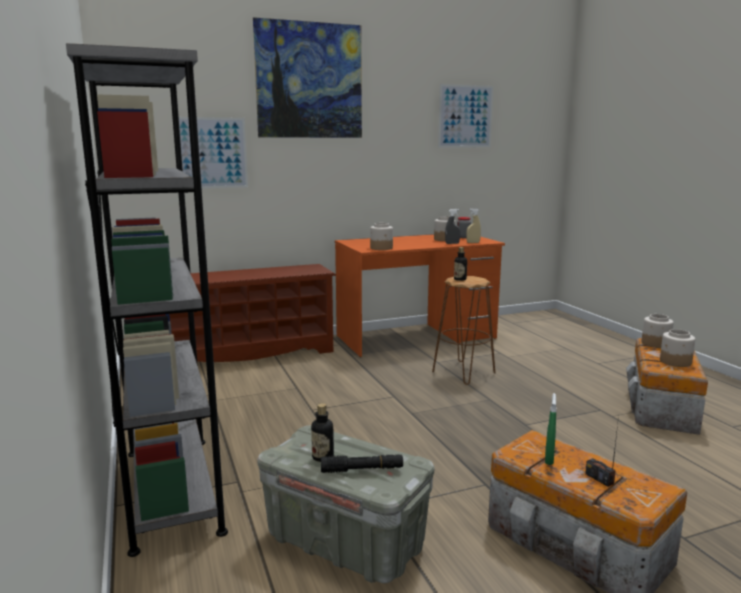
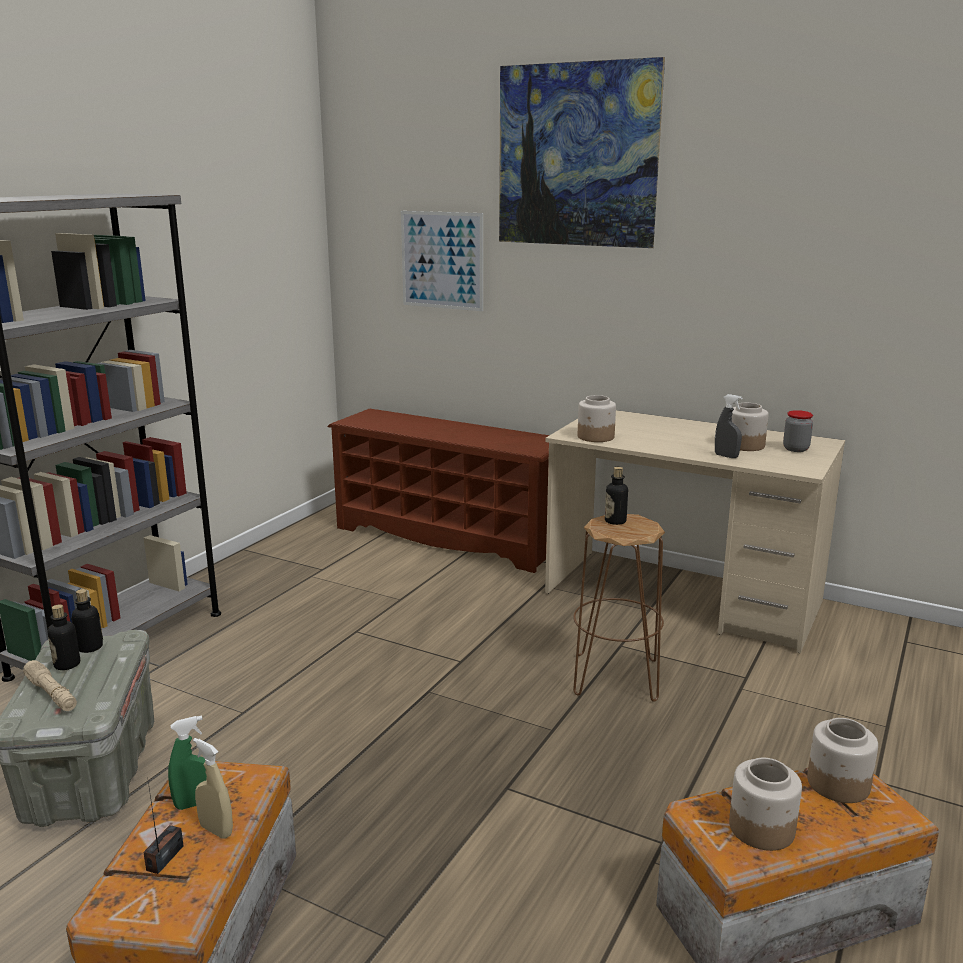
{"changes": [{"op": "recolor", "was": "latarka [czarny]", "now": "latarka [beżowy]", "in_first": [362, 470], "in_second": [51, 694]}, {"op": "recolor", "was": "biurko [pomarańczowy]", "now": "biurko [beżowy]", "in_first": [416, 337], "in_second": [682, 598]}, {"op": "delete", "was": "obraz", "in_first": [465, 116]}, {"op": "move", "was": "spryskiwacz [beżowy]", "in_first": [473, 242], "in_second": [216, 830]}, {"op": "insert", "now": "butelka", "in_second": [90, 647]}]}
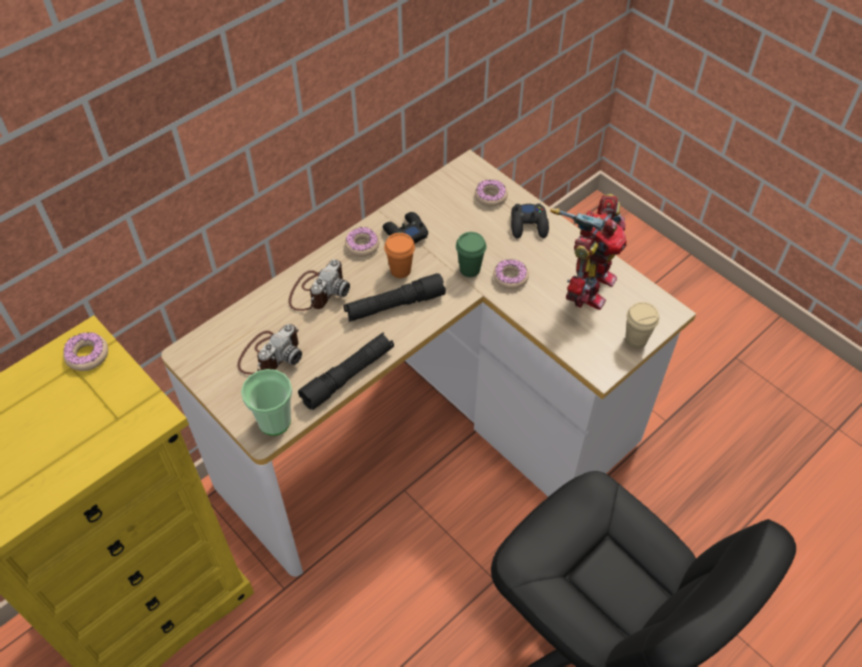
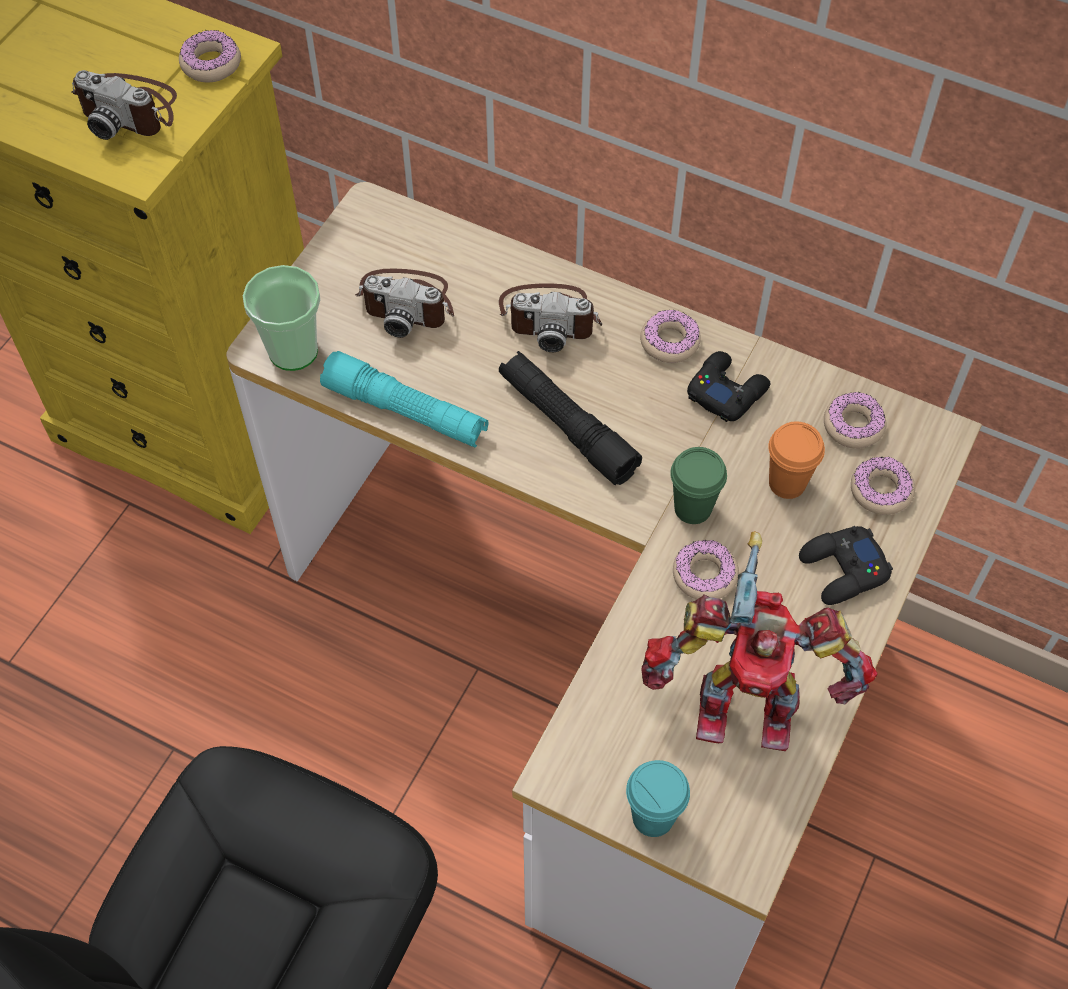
{"changes": [{"op": "recolor", "was": "latarka [czarny]", "now": "latarka [turkusowy]", "in_first": [348, 376], "in_second": [405, 411]}, {"op": "move", "was": "filiżanka [pomarańczowy]", "in_first": [400, 270], "in_second": [787, 483]}, {"op": "recolor", "was": "filiżanka [beżowy]", "now": "filiżanka [turkusowy]", "in_first": [636, 340], "in_second": [653, 817]}, {"op": "insert", "now": "aparat fotograficzny", "in_second": [129, 109]}, {"op": "insert", "now": "donut", "in_second": [853, 426]}]}
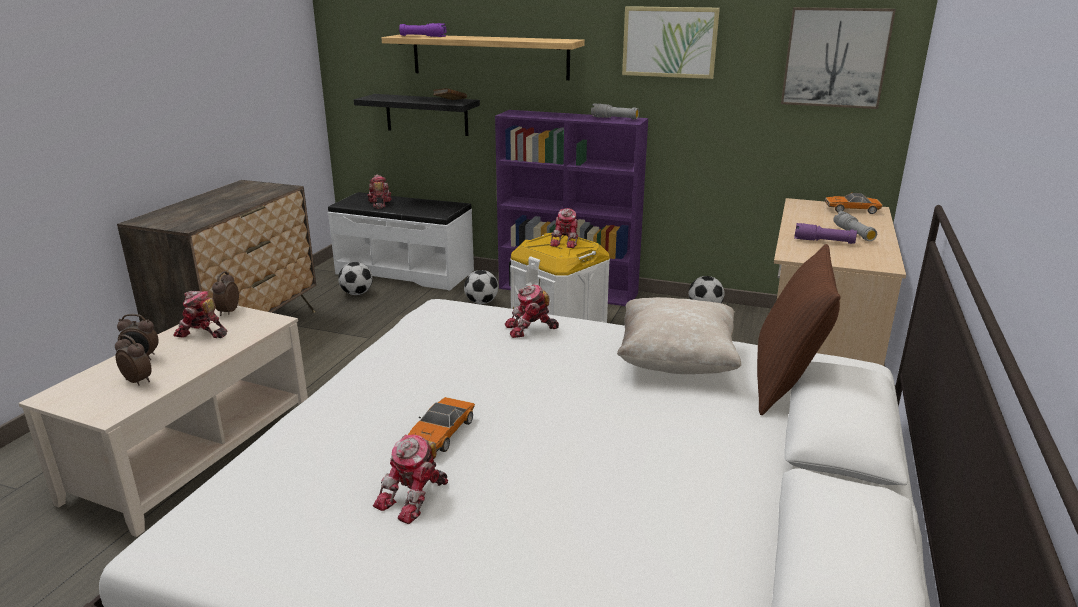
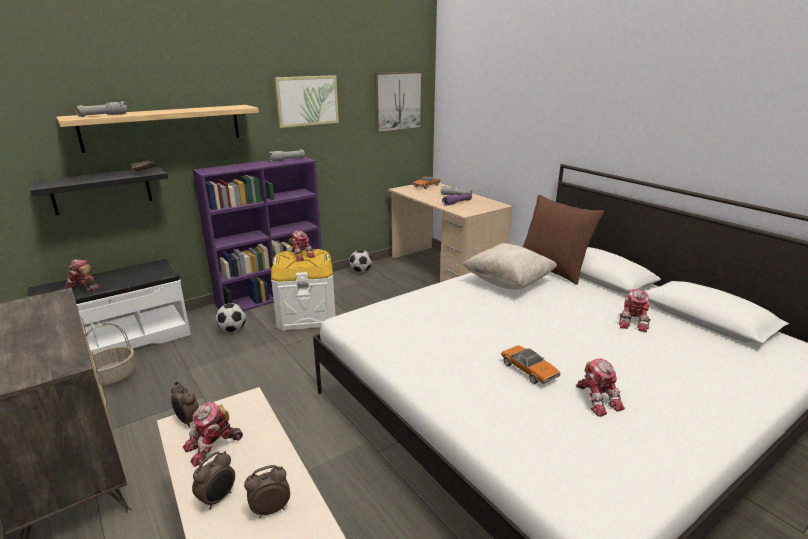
{"changes": [{"op": "replace", "was": "piłka futbolowa", "now": "koszyk", "in_first": [357, 293], "in_second": [113, 377]}, {"op": "recolor", "was": "latarka [fioletowy]", "now": "latarka [szary]", "in_first": [423, 36], "in_second": [103, 116]}, {"op": "move", "was": "robot zabawkowy", "in_first": [531, 329], "in_second": [633, 322]}]}
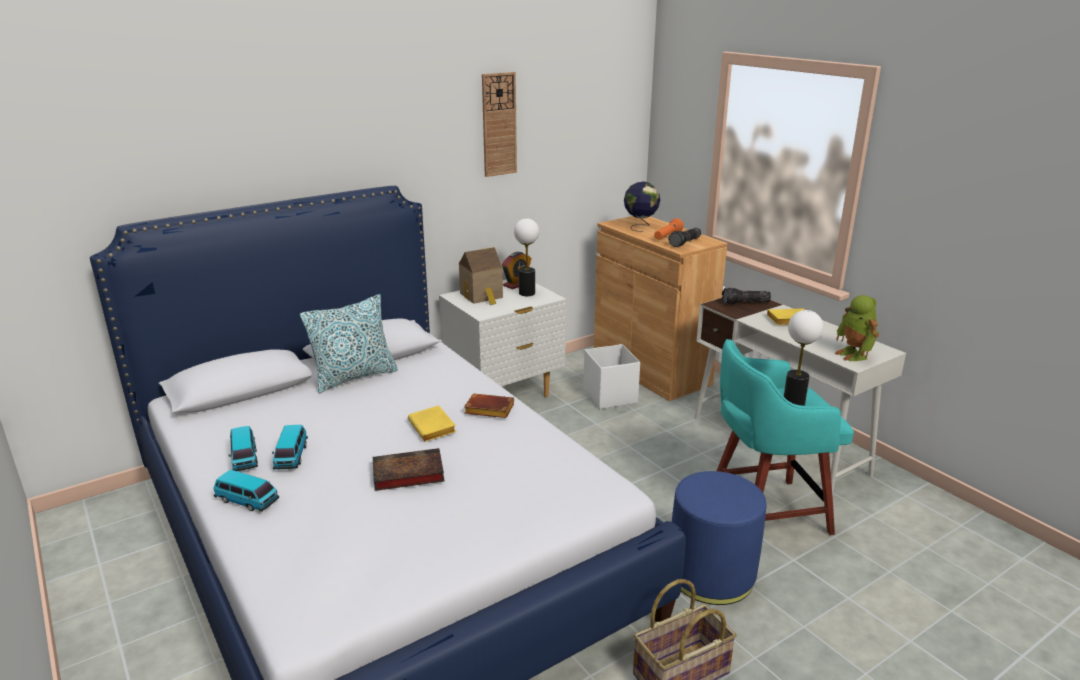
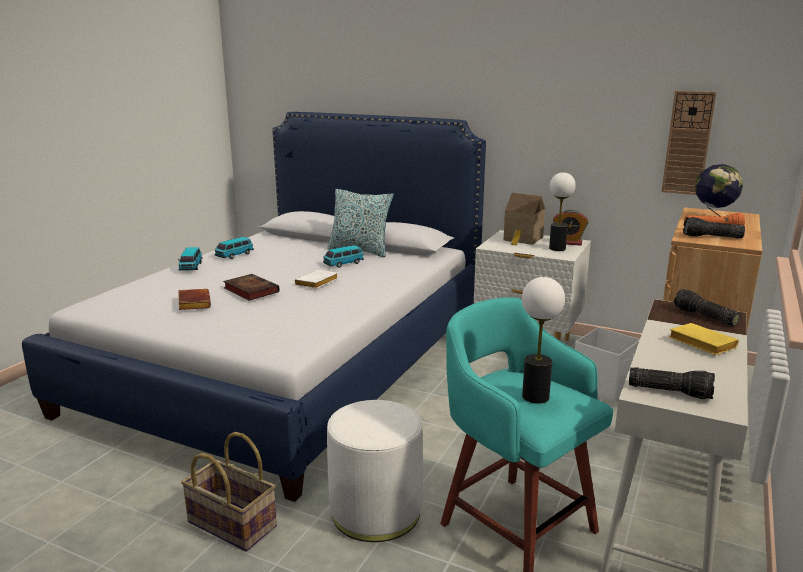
{"changes": [{"op": "move", "was": "samochodzik", "in_first": [291, 457], "in_second": [343, 264]}, {"op": "recolor", "was": "książka [żółty]", "now": "książka [biały]", "in_first": [434, 428], "in_second": [317, 283]}, {"op": "move", "was": "książka [brązowy]", "in_first": [487, 410], "in_second": [193, 303]}, {"op": "move", "was": "zegar ścienny", "in_first": [499, 124], "in_second": [688, 143]}, {"op": "recolor", "was": "pufa [niebieski]", "now": "pufa [biały]", "in_first": [711, 575], "in_second": [376, 511]}, {"op": "replace", "was": "robot zabawkowy", "now": "latarka", "in_first": [854, 355], "in_second": [670, 391]}]}
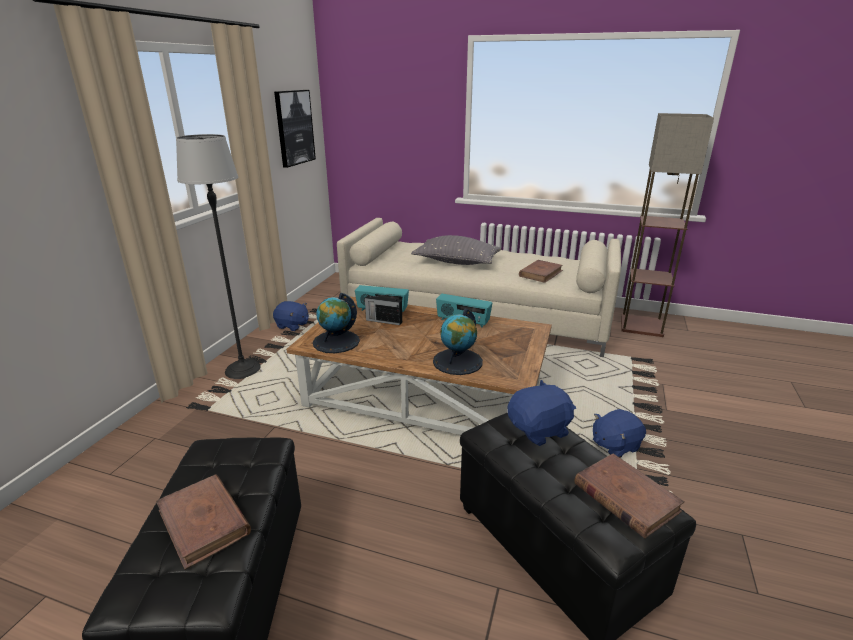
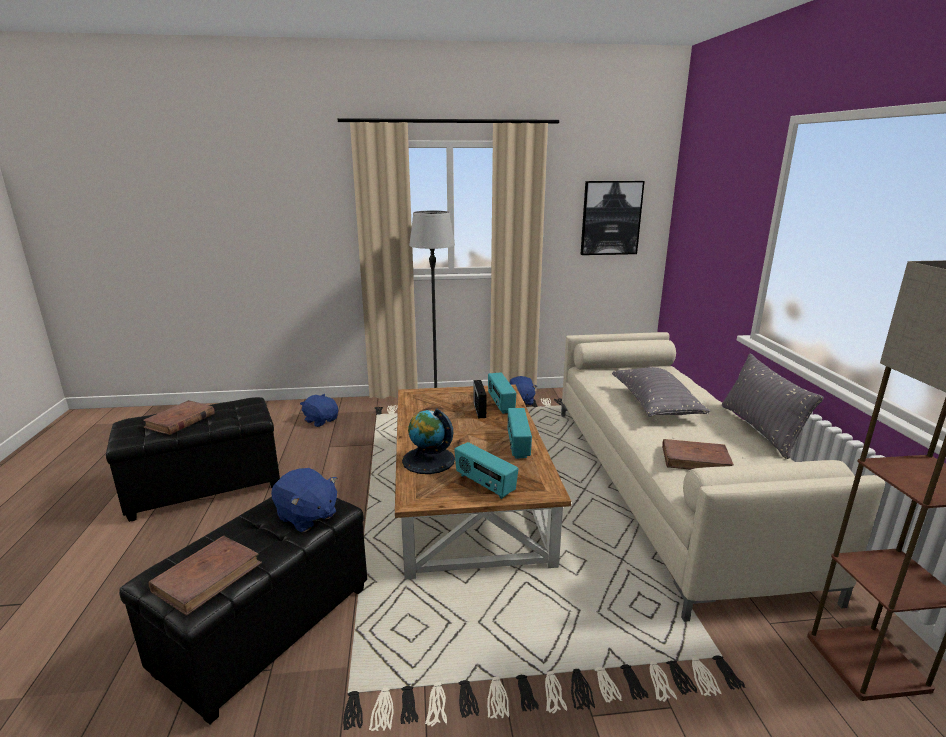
{"changes": [{"op": "delete", "was": "globus", "in_first": [336, 342]}, {"op": "move", "was": "pluszak [niebieski]", "in_first": [614, 445], "in_second": [321, 420]}, {"op": "insert", "now": "radio", "in_second": [484, 485]}, {"op": "insert", "now": "poduszka [szary]", "in_second": [759, 430]}]}
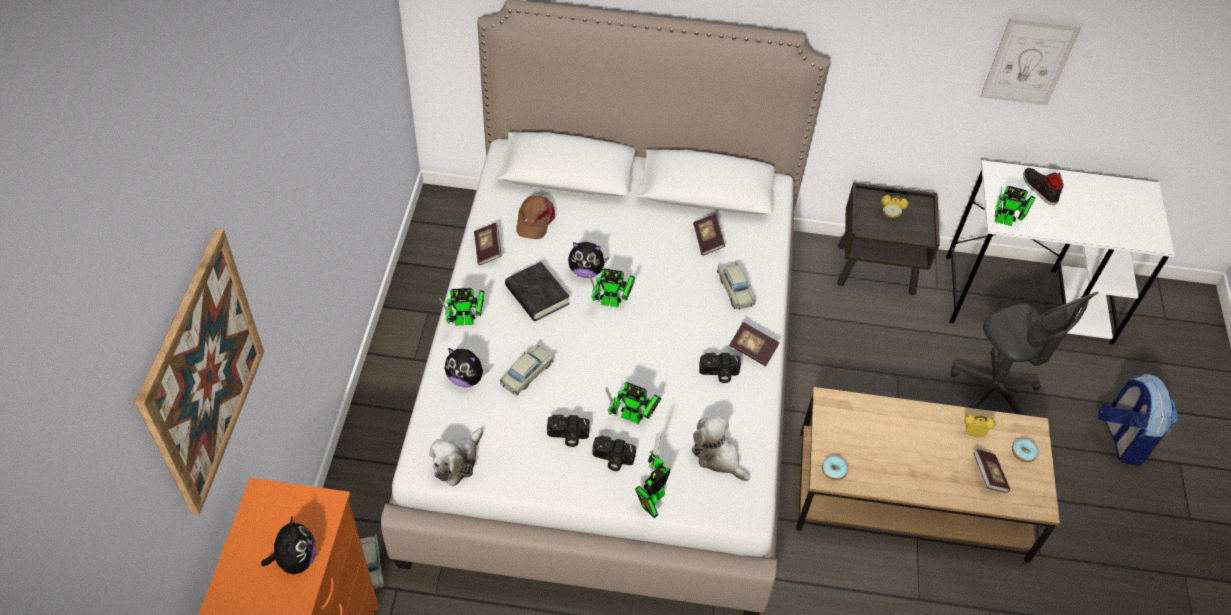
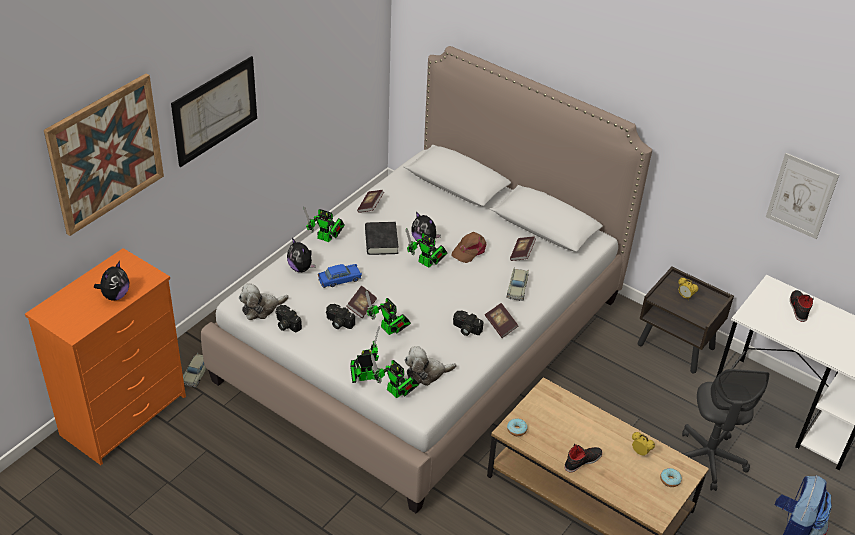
{"changes": [{"op": "recolor", "was": "samochodzik [beżowy]", "now": "samochodzik [niebieski]", "in_first": [527, 373], "in_second": [339, 279]}, {"op": "move", "was": "czapka z daszkiem [brązowy]", "in_first": [535, 220], "in_second": [469, 250]}, {"op": "move", "was": "aparat fotograficzny", "in_first": [612, 459], "in_second": [286, 324]}, {"op": "rotate", "was": "pluszak", "in_first": [718, 457], "in_second": [426, 373], "clockwise": -90}, {"op": "move", "was": "książka", "in_first": [988, 476], "in_second": [361, 307]}, {"op": "move", "was": "robot zabawkowy", "in_first": [1006, 222], "in_second": [396, 393]}, {"op": "insert", "now": "obraz", "in_second": [215, 110]}, {"op": "insert", "now": "but [czarny]", "in_second": [582, 461]}]}
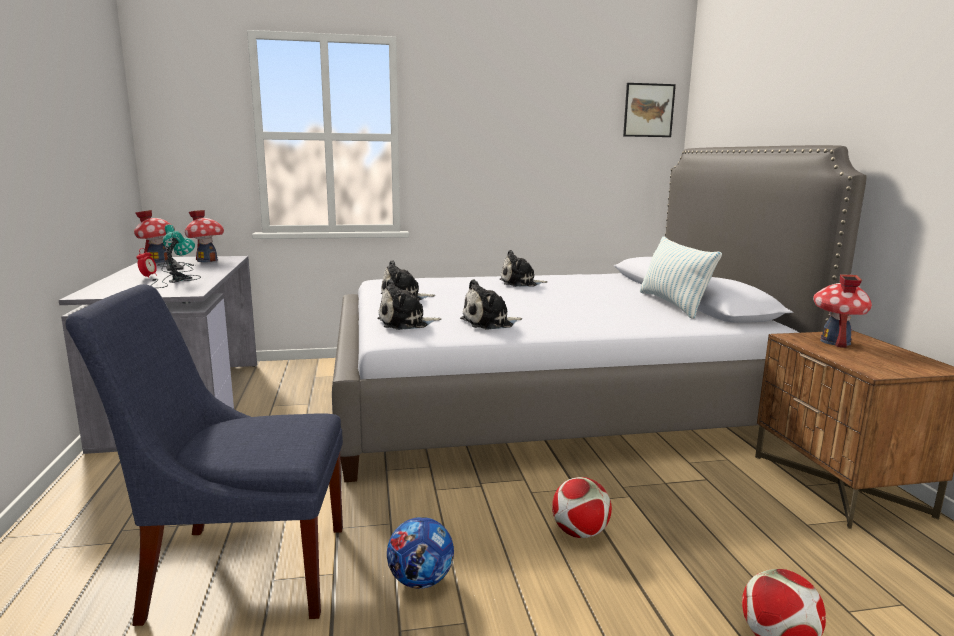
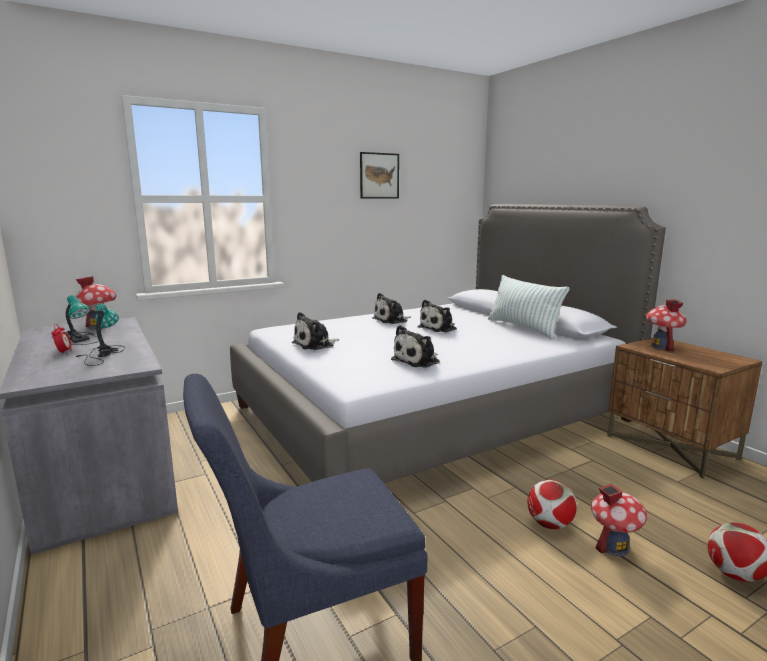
{"changes": [{"op": "move", "was": "domek", "in_first": [158, 261], "in_second": [613, 547]}, {"op": "move", "was": "pluszak", "in_first": [406, 323], "in_second": [439, 328]}, {"op": "delete", "was": "piłka futbolowa", "in_first": [420, 581]}, {"op": "move", "was": "obraz", "in_first": [648, 110], "in_second": [379, 176]}]}
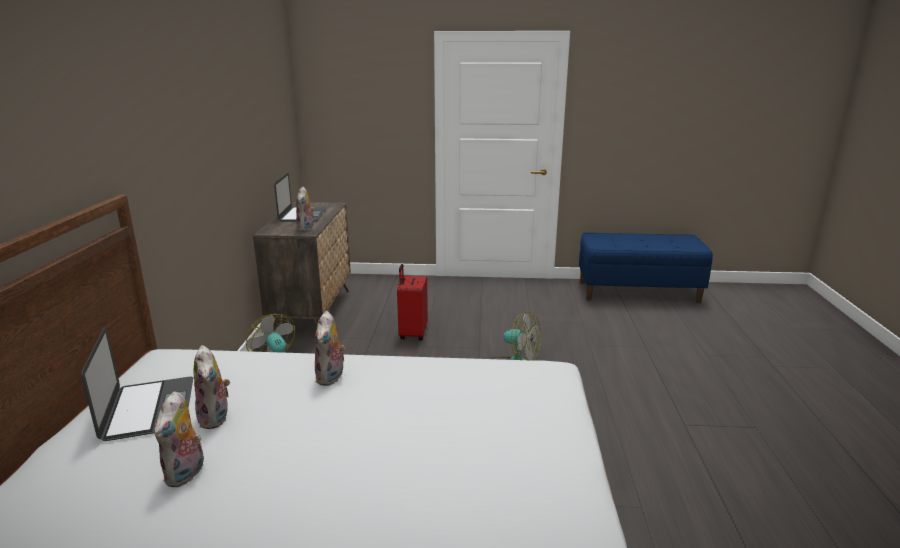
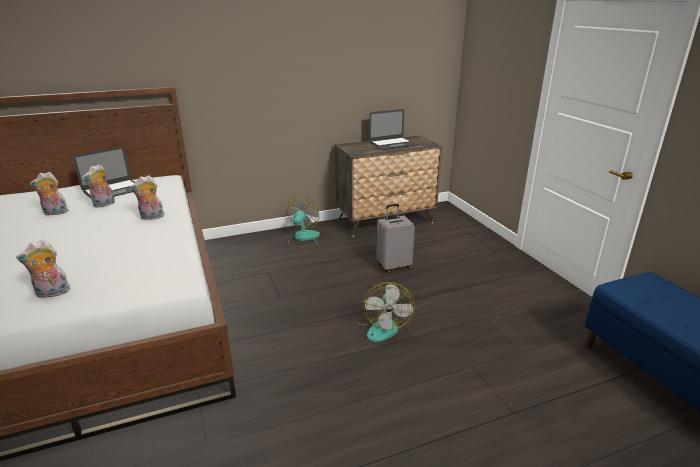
{"changes": [{"op": "move", "was": "pluszak", "in_first": [306, 228], "in_second": [52, 293]}, {"op": "recolor", "was": "walizka [czerwony]", "now": "walizka [szary]", "in_first": [412, 334], "in_second": [394, 266]}]}
